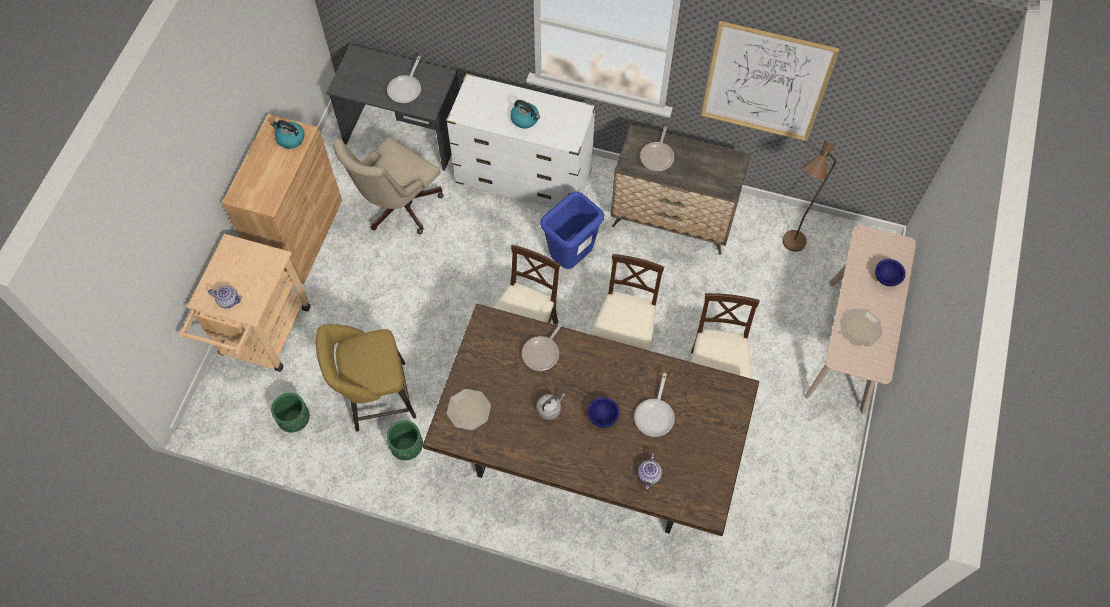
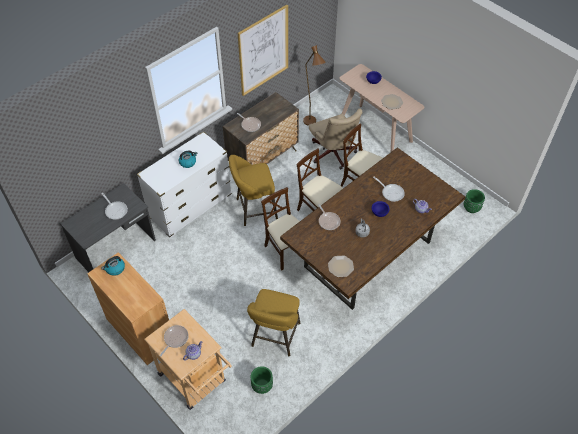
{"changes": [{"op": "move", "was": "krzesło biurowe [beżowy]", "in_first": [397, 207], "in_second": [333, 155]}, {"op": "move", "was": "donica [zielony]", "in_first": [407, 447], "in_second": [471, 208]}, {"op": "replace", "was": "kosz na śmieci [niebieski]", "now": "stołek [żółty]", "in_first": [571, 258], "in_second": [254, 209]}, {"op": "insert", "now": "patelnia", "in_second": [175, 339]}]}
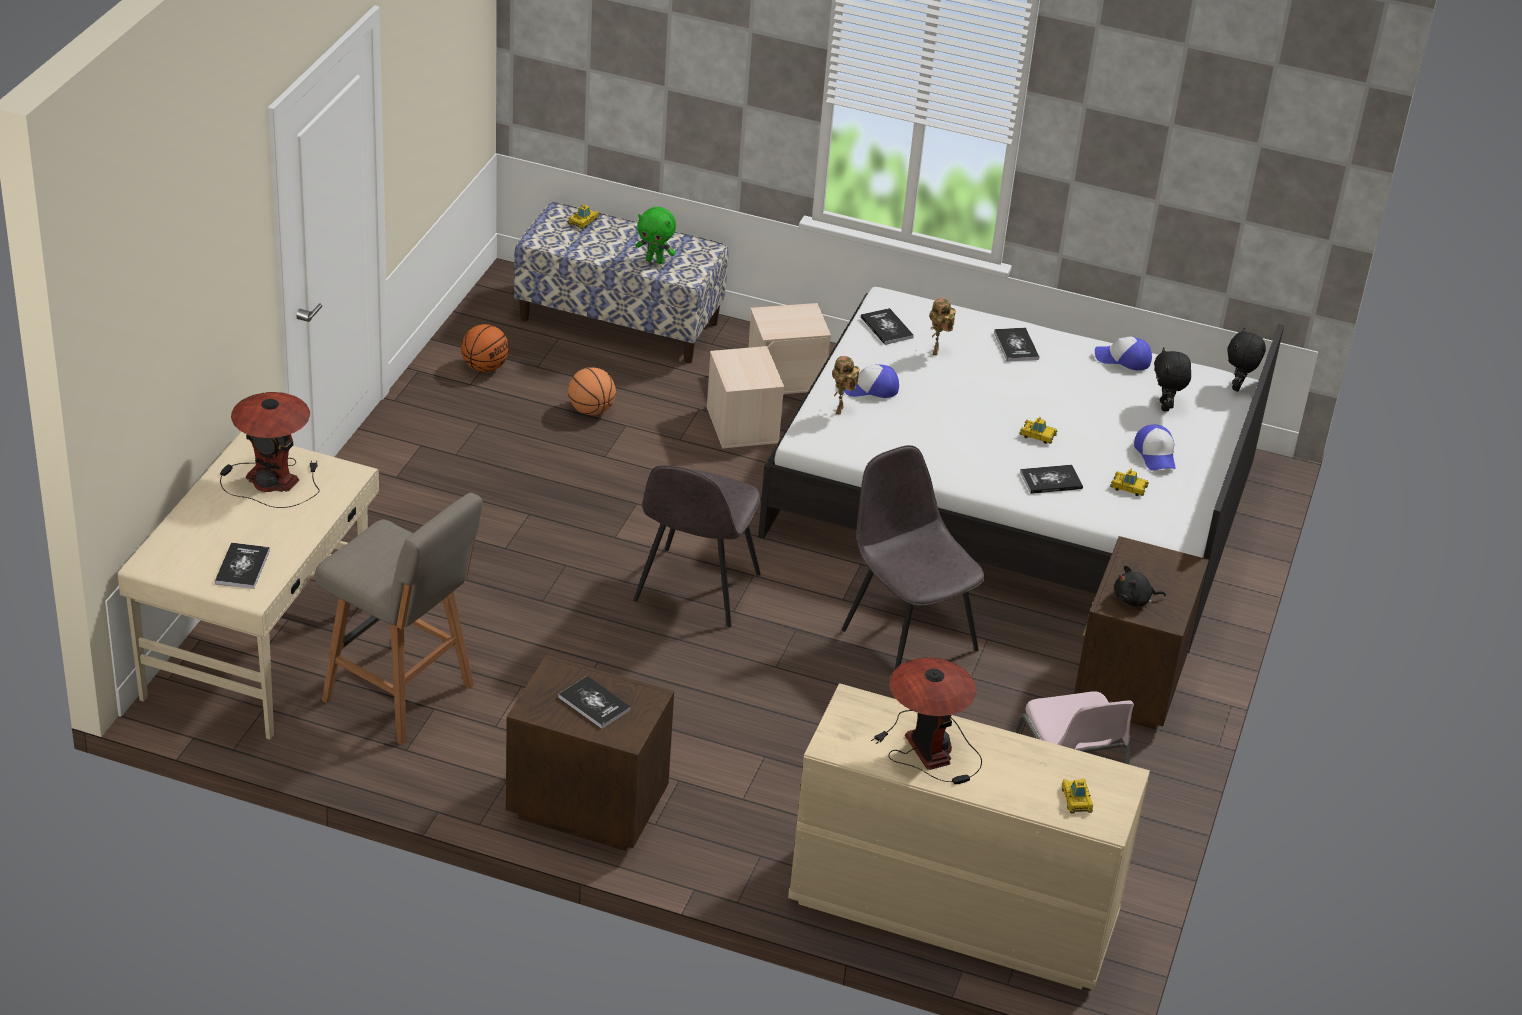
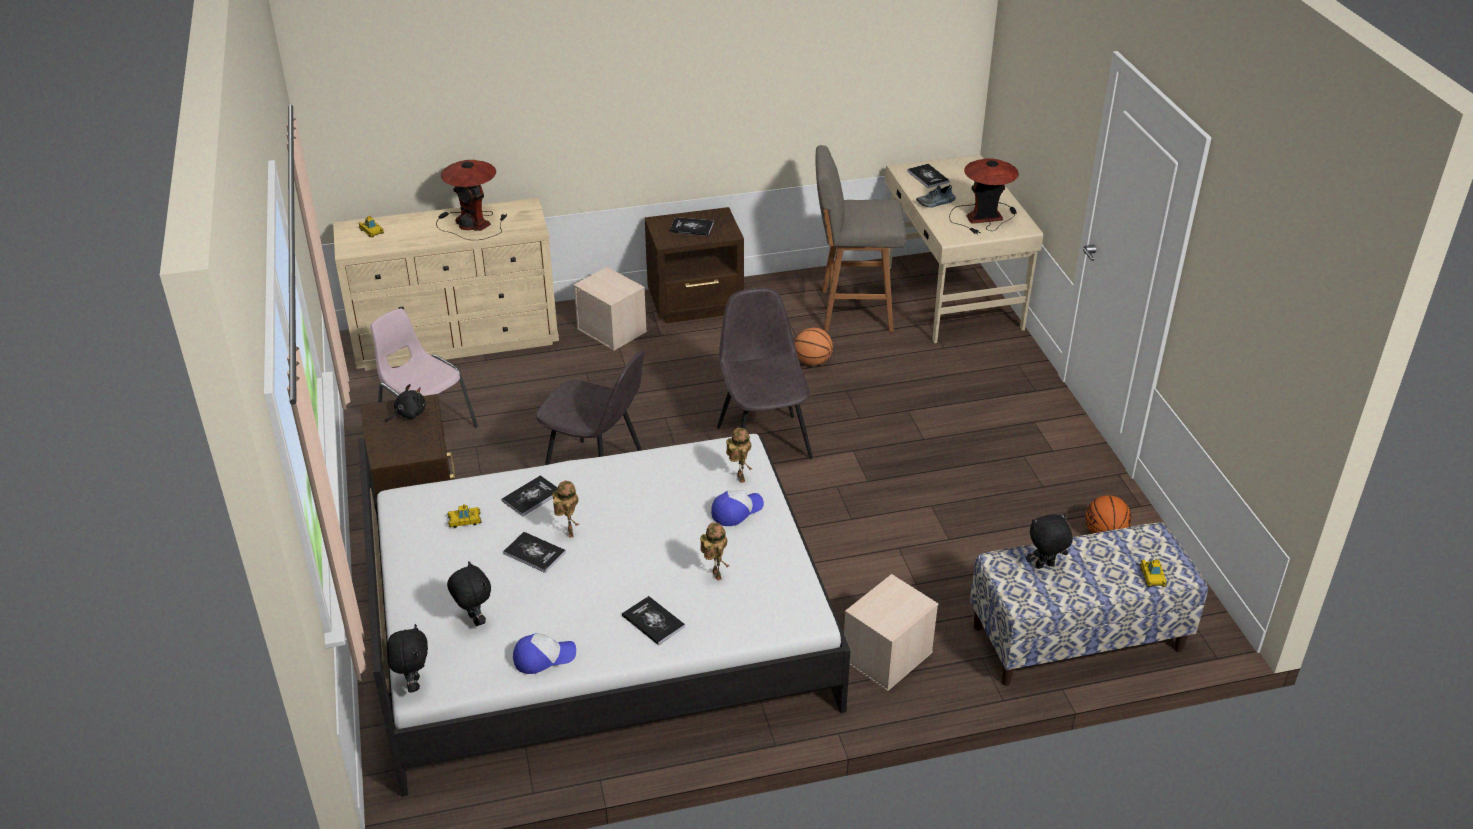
{"changes": [{"op": "move", "was": "piłka do koszykówki", "in_first": [591, 410], "in_second": [813, 362]}, {"op": "recolor", "was": "pluszak [zielony]", "now": "pluszak [czarny]", "in_first": [655, 260], "in_second": [1045, 566]}, {"op": "move", "was": "pojemnik do przechowywania [beżowy]", "in_first": [741, 424], "in_second": [613, 330]}, {"op": "move", "was": "książka", "in_first": [886, 327], "in_second": [534, 553]}, {"op": "replace", "was": "samochodzik", "now": "robot zabawkowy", "in_first": [1037, 435], "in_second": [568, 532]}, {"op": "delete", "was": "czapka z daszkiem", "in_first": [1155, 454]}, {"op": "insert", "now": "but", "in_second": [935, 203]}]}
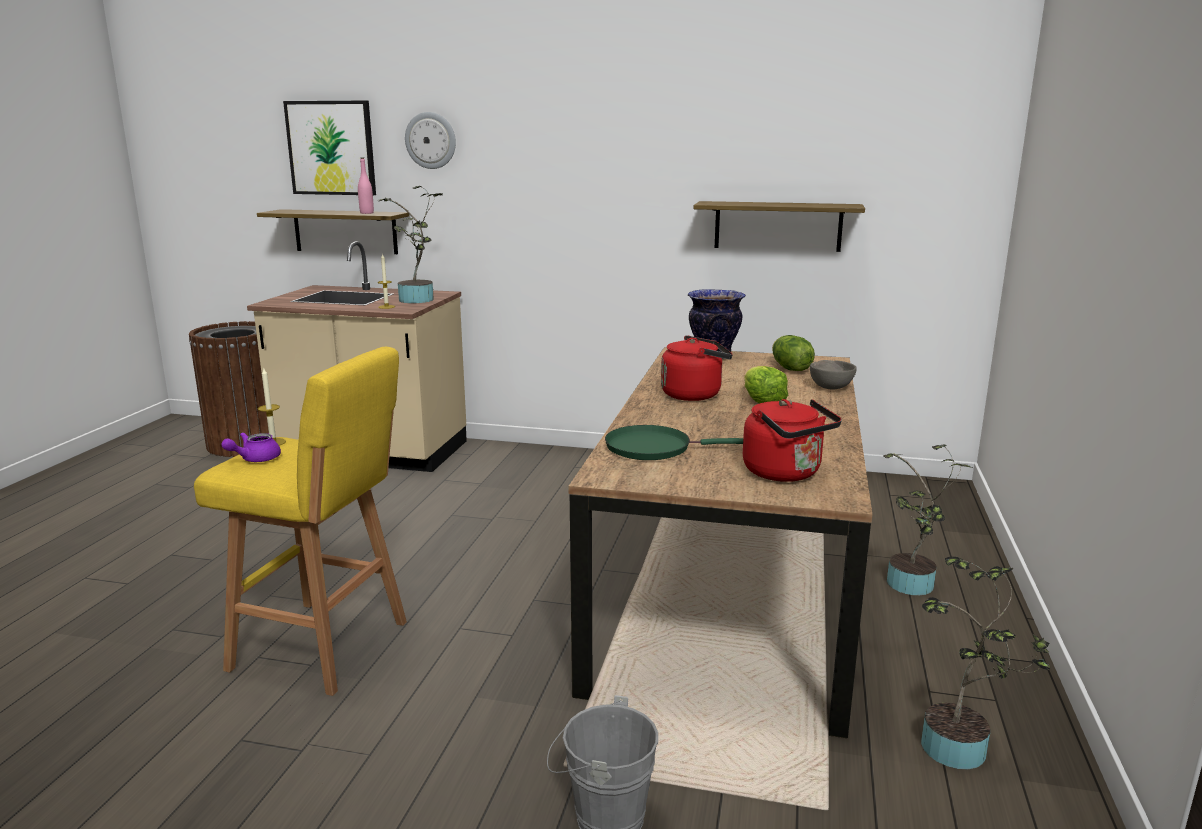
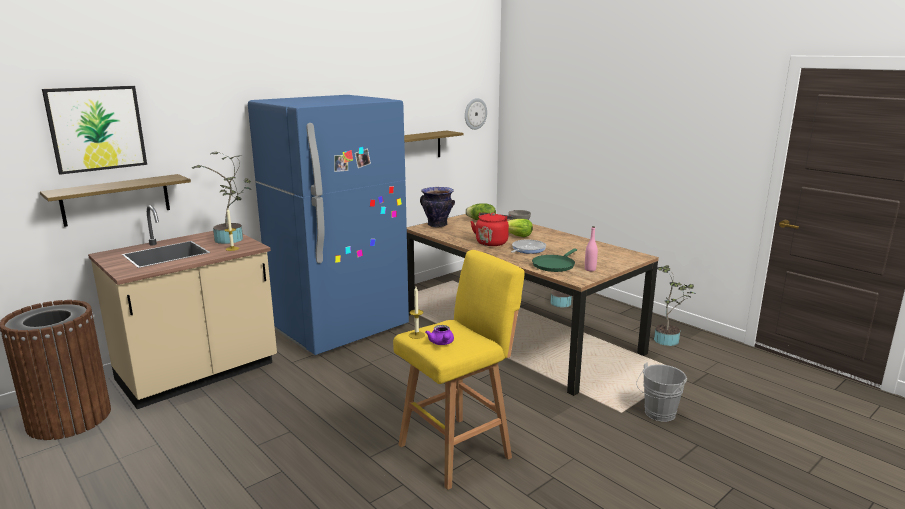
{"changes": [{"op": "move", "was": "butelka [różowy]", "in_first": [366, 213], "in_second": [590, 269]}, {"op": "move", "was": "zegar ścienny", "in_first": [431, 140], "in_second": [475, 113]}, {"op": "delete", "was": "czajnik [czerwony]", "in_first": [785, 473]}, {"op": "insert", "now": "lodówka [niebieski]", "in_second": [340, 329]}, {"op": "insert", "now": "patelnia", "in_second": [527, 249]}]}
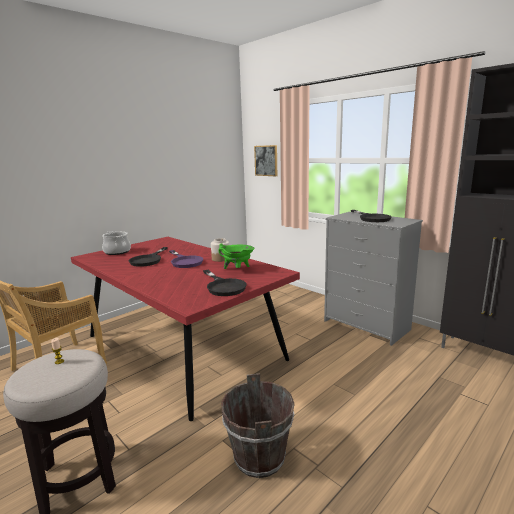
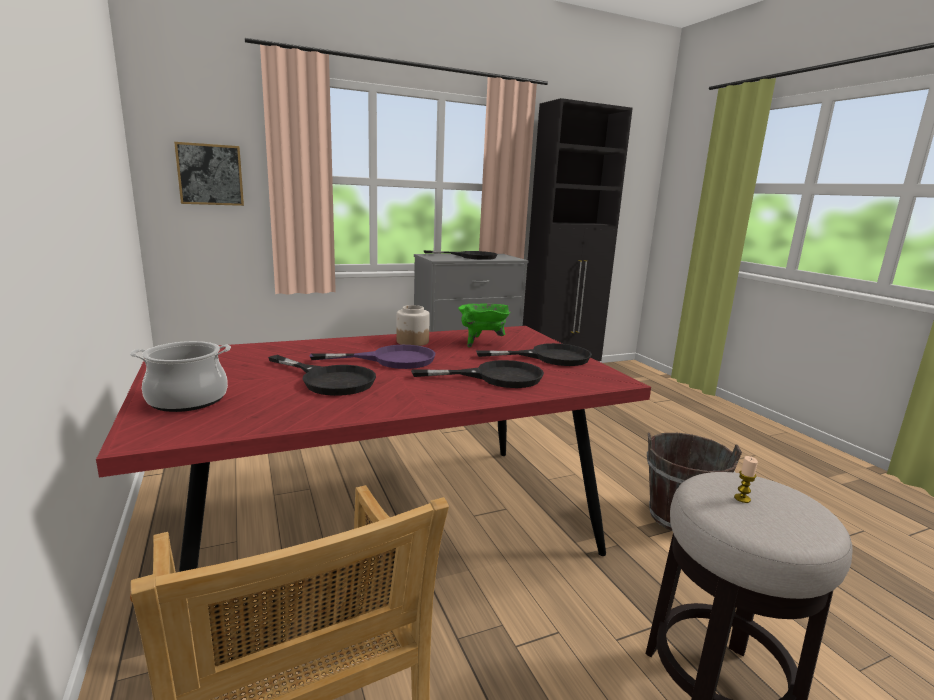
{"changes": [{"op": "insert", "now": "patelnia [czarny]", "in_second": [496, 377]}]}
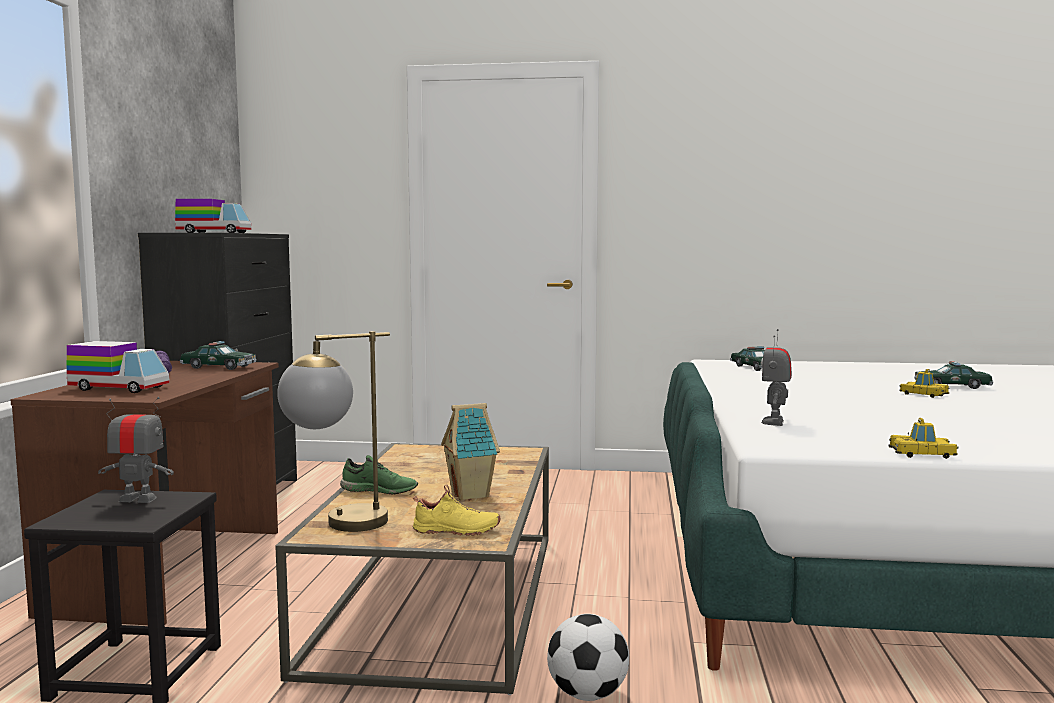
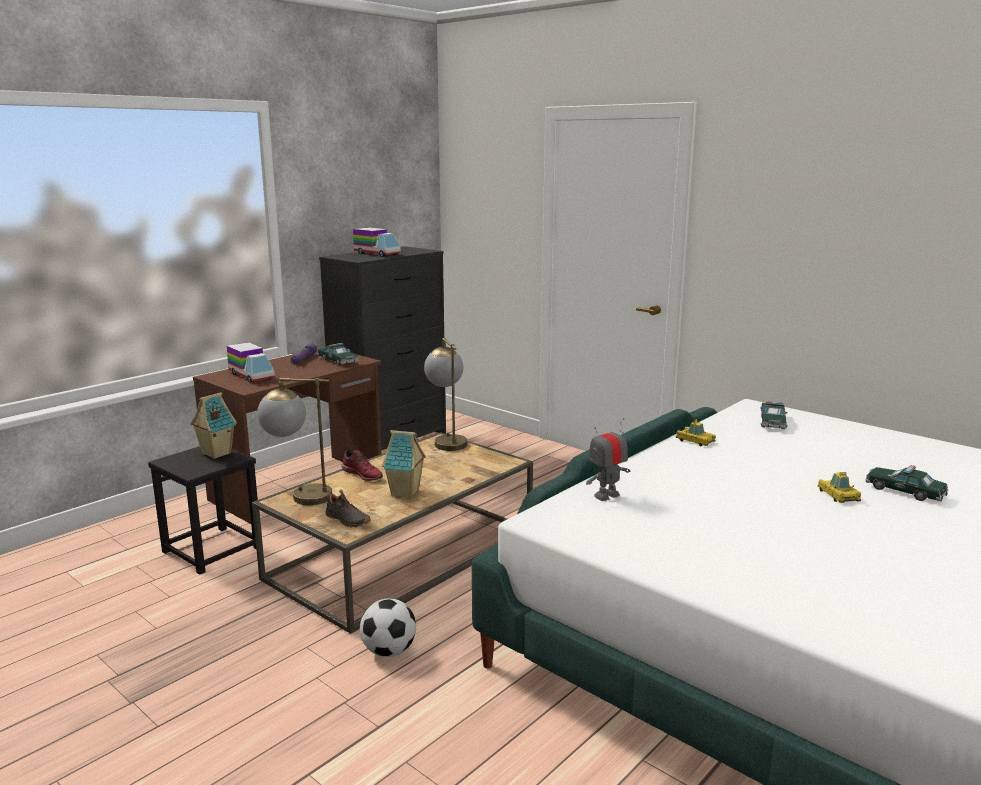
{"changes": [{"op": "replace", "was": "robot zabawkowy", "now": "domek", "in_first": [138, 499], "in_second": [215, 454]}, {"op": "recolor", "was": "but [zielony]", "now": "but [czerwony]", "in_first": [380, 490], "in_second": [363, 474]}, {"op": "recolor", "was": "but [żółty]", "now": "but [czarny]", "in_first": [456, 531], "in_second": [346, 521]}, {"op": "move", "was": "samochodzik", "in_first": [922, 454], "in_second": [695, 441]}, {"op": "insert", "now": "lampa stołowa", "in_second": [447, 441]}]}
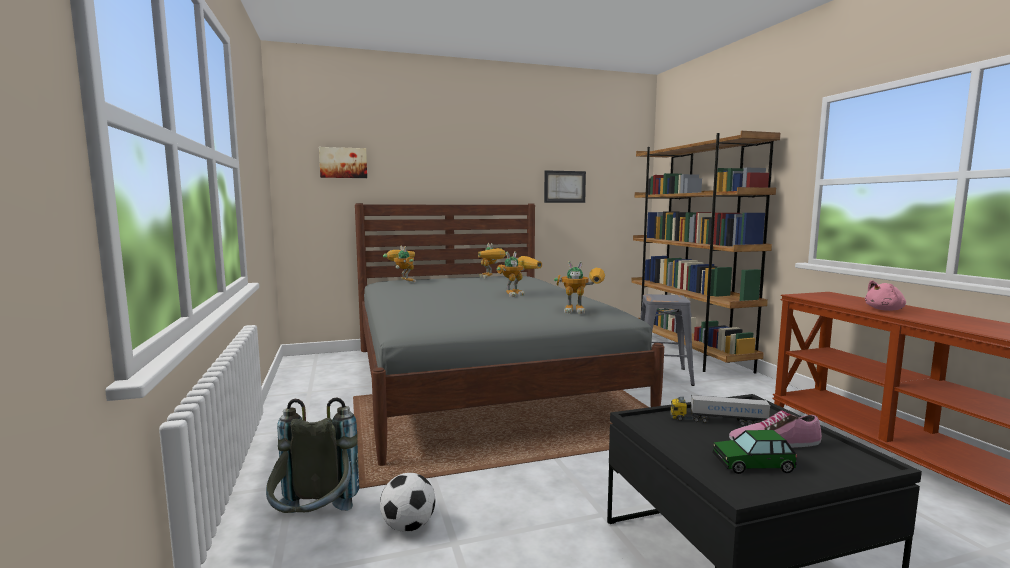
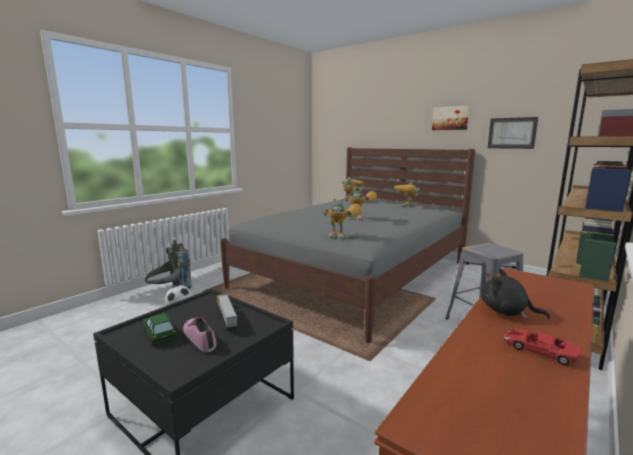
{"changes": [{"op": "move", "was": "obraz", "in_first": [343, 163], "in_second": [450, 118]}, {"op": "rotate", "was": "robot zabawkowy", "in_first": [583, 311], "in_second": [343, 236], "clockwise": -45}, {"op": "recolor", "was": "pluszak [różowy]", "now": "pluszak [czarny]", "in_first": [885, 310], "in_second": [506, 312]}, {"op": "insert", "now": "samochodzik [czerwony]", "in_second": [538, 350]}]}
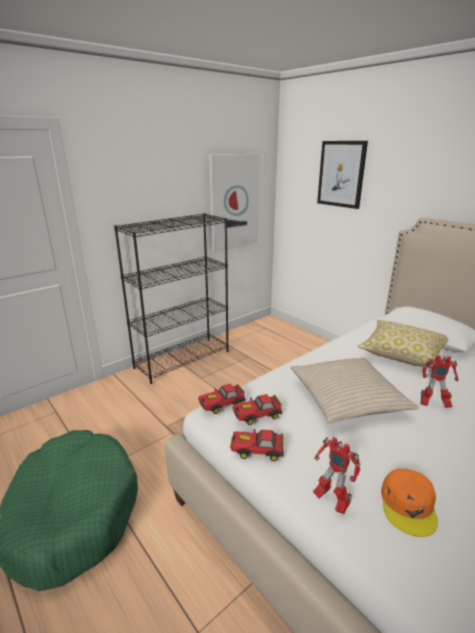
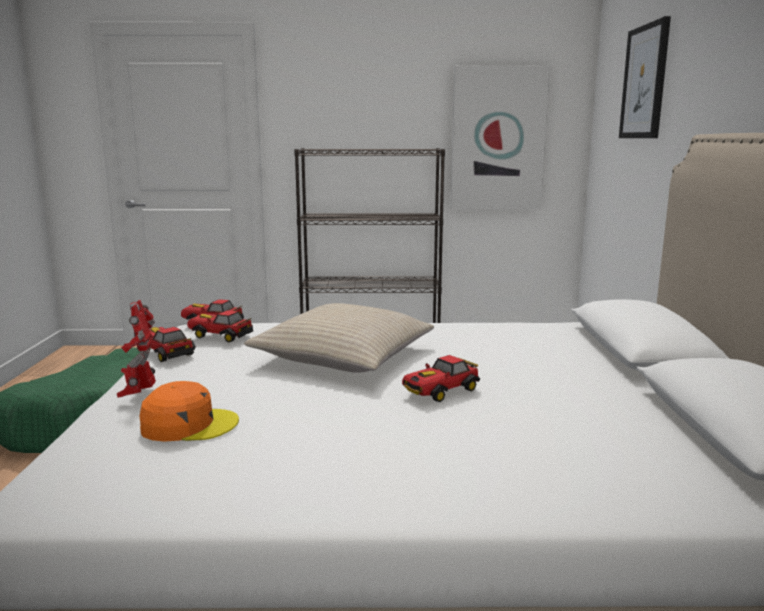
{"changes": [{"op": "delete", "was": "poduszka", "in_first": [403, 354]}, {"op": "rotate", "was": "czapka z daszkiem [pomarańczowy]", "in_first": [408, 505], "in_second": [189, 425], "clockwise": -150}, {"op": "replace", "was": "robot zabawkowy", "now": "samochodzik", "in_first": [433, 404], "in_second": [440, 391]}]}
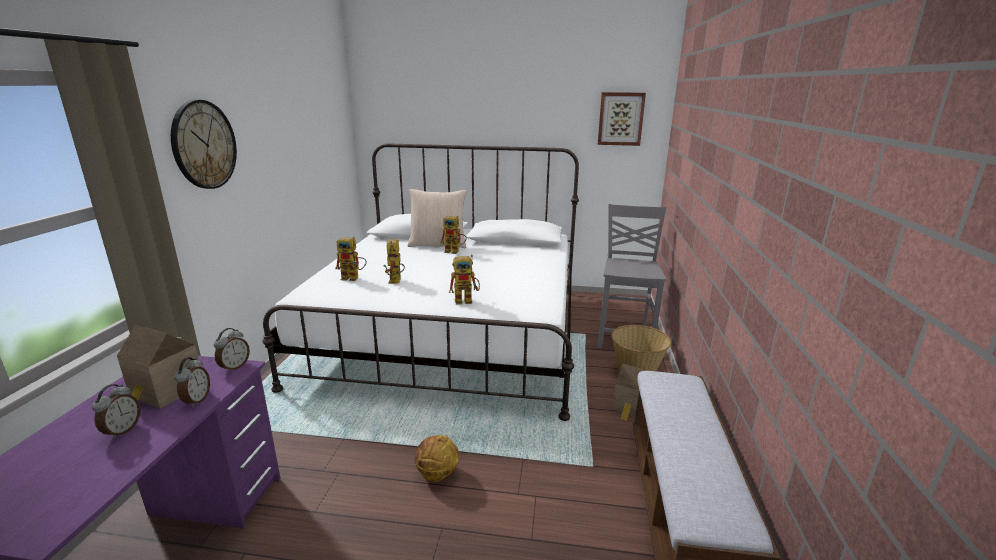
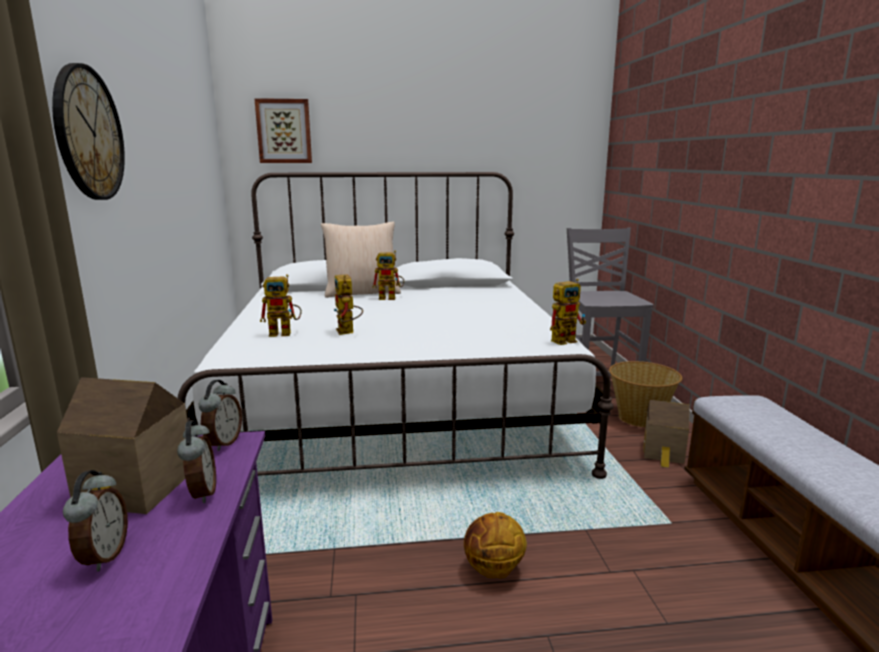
{"changes": [{"op": "move", "was": "robot zabawkowy", "in_first": [467, 300], "in_second": [566, 340]}, {"op": "move", "was": "obraz", "in_first": [620, 119], "in_second": [284, 131]}]}
